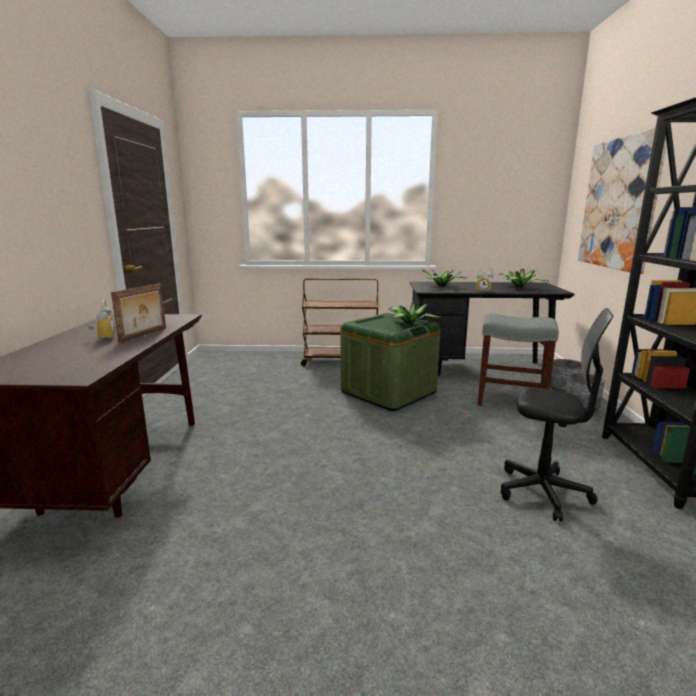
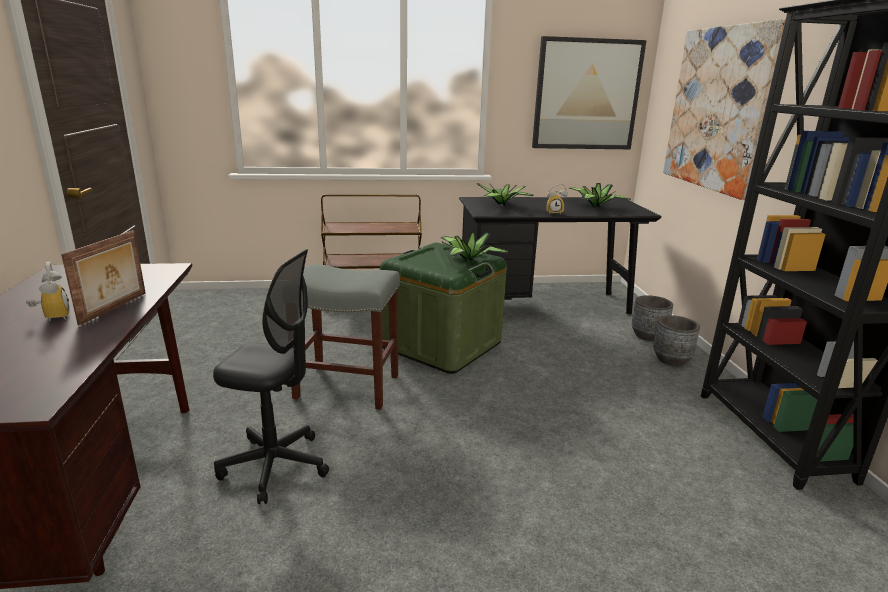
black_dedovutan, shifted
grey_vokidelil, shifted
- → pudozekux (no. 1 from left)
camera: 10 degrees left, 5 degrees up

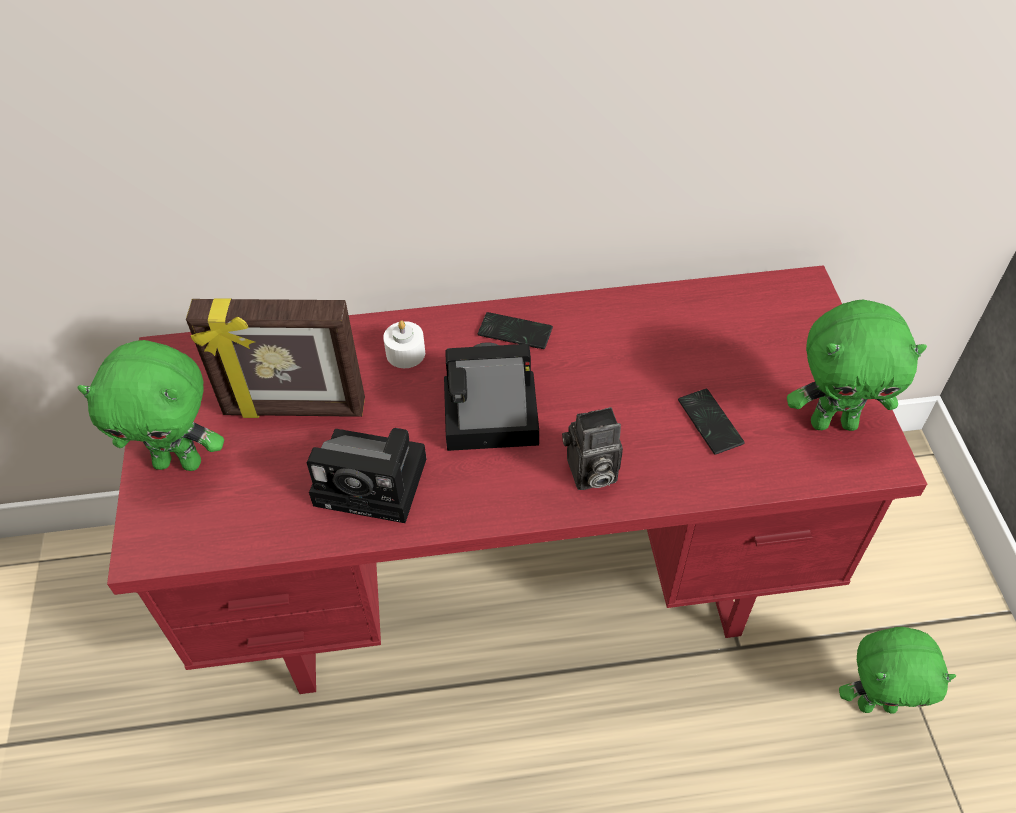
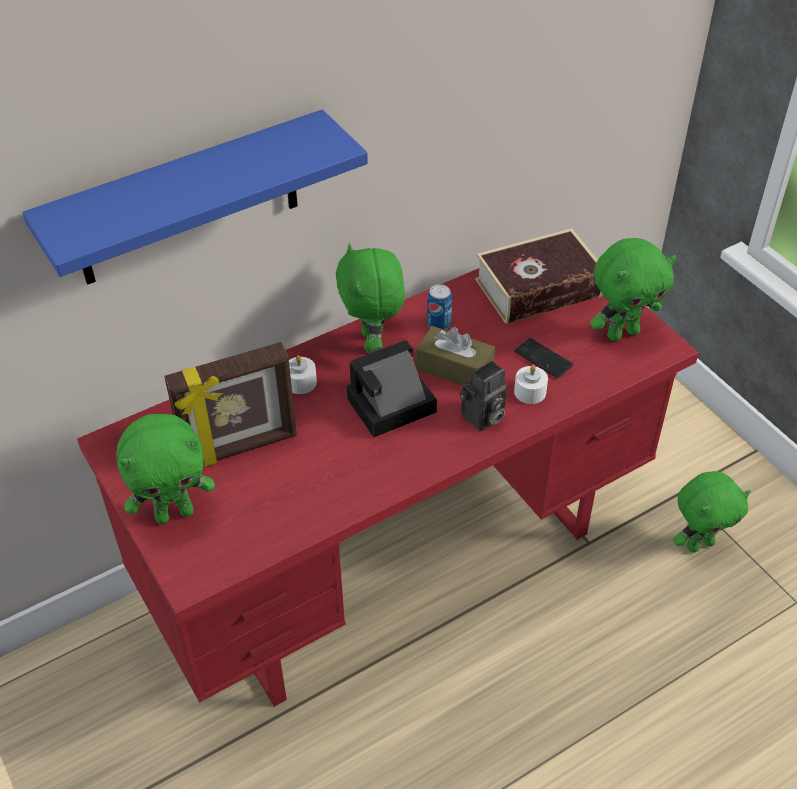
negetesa (no. 1 from left) → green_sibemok (no. 2 from left)
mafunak (no. 1 from left) → -
- → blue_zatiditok
- → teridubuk
- → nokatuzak
- → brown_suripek
- → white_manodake (no. 2 from left)
camera: 25 degrees left, 5 degrees down

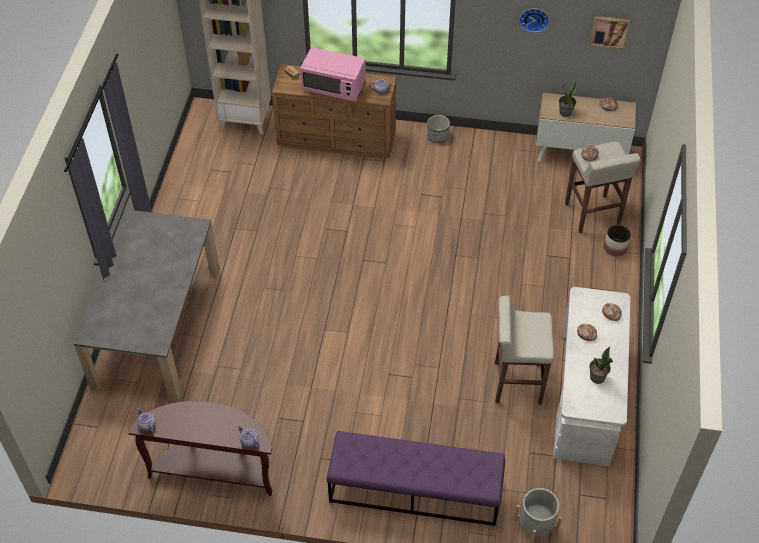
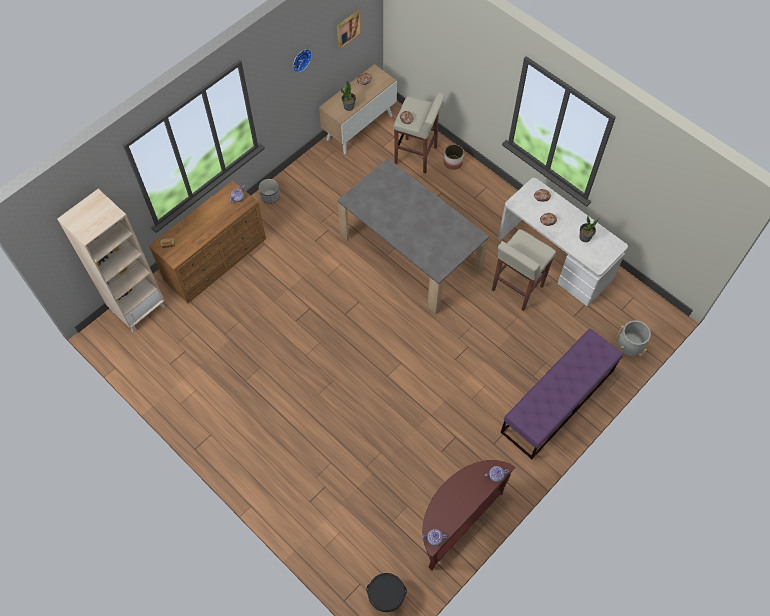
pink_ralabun → -
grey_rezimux, shifted
- → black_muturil
camera: 55 degrees left, 10 degrees up

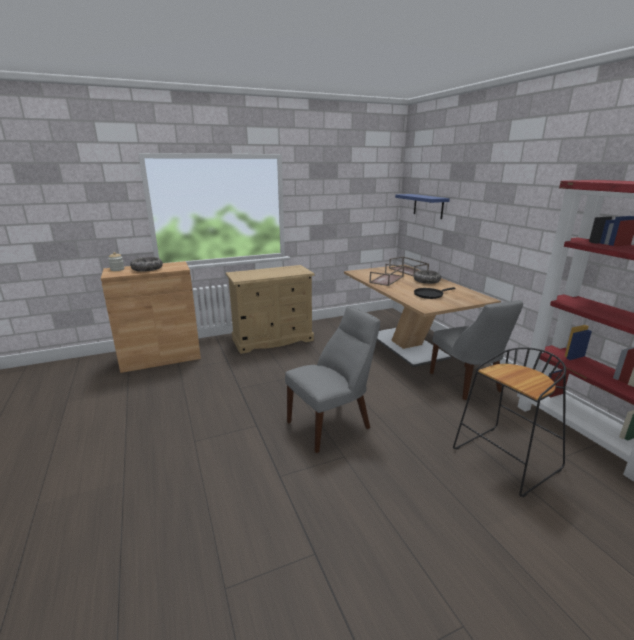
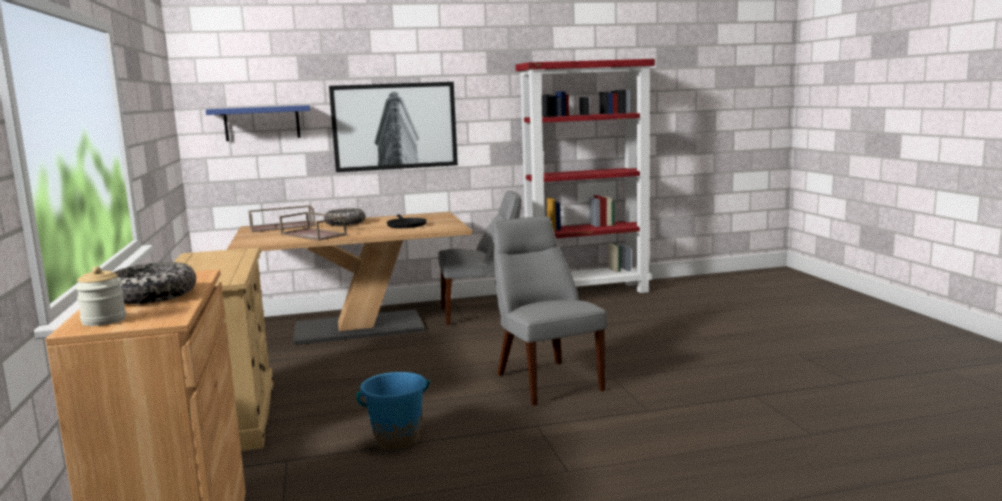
black_vokidelil → -
- → pudozekux
- → blue_muturil
camera: 80 degrees left, 10 degrees down

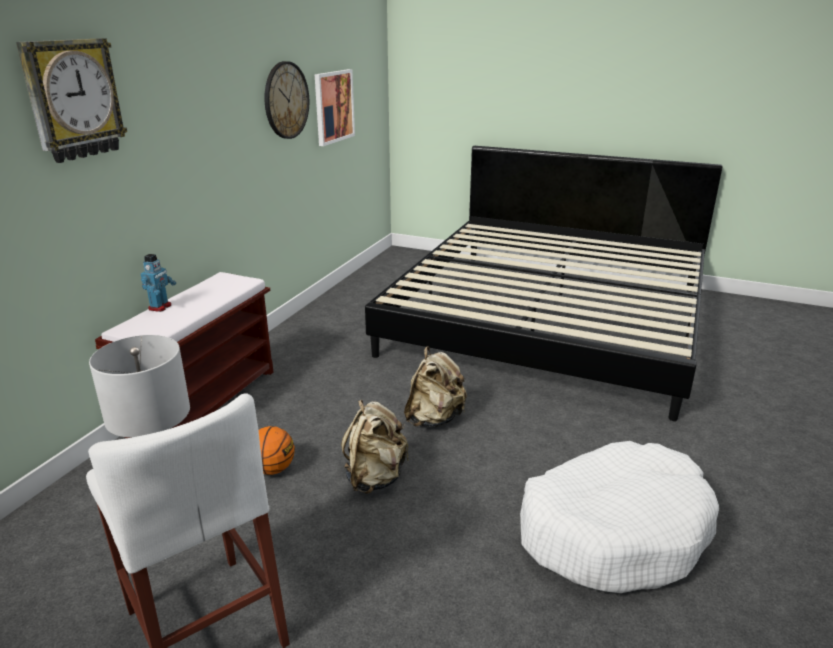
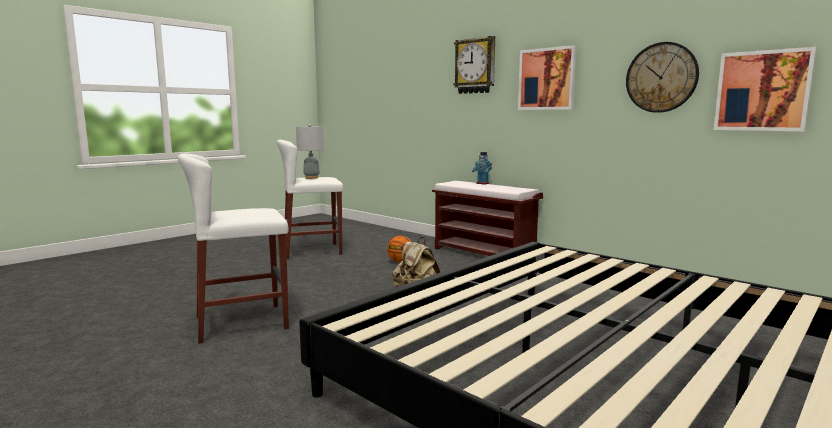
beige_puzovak (no. 1 from left) → -
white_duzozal → white_vokidelil (no. 1 from left)
- → pudozekux (no. 1 from left)
camera: 110 degrees right, 15 degrees down

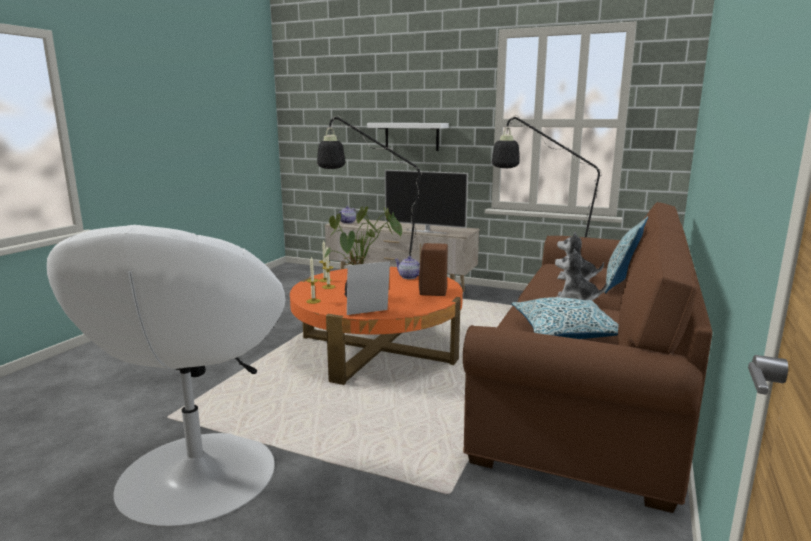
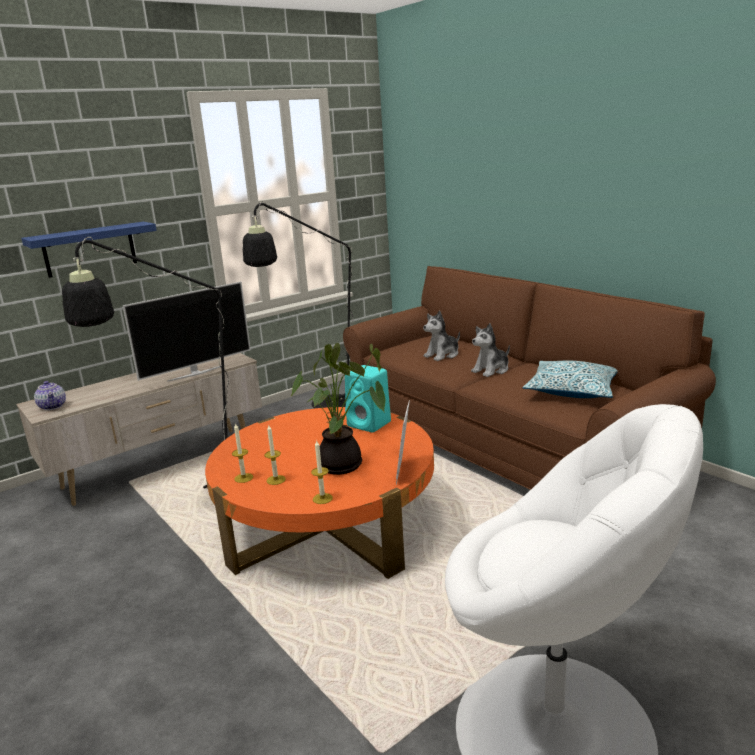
white_zatiditok → blue_zatiditok
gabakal (no. 2 from left) → -
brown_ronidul → turquoise_ronidul
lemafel (no. 2 from left) → -
camera: 60 degrees left, 5 degrees up

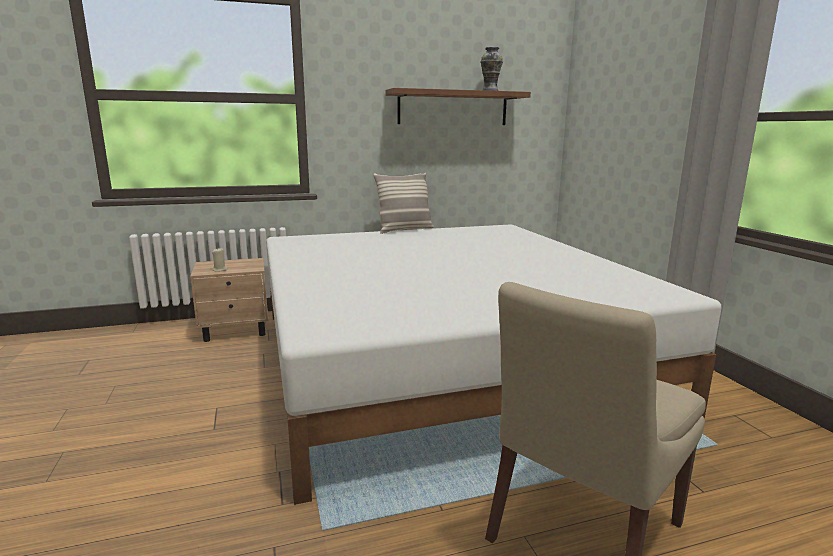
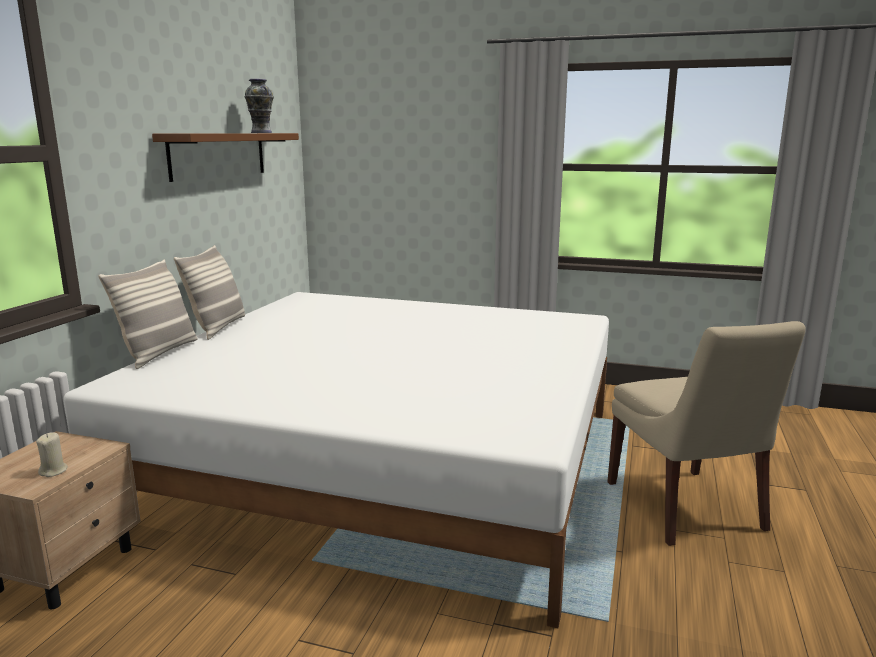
- → gabakal (no. 1 from left)
camera: 55 degrees left, 0 degrees up

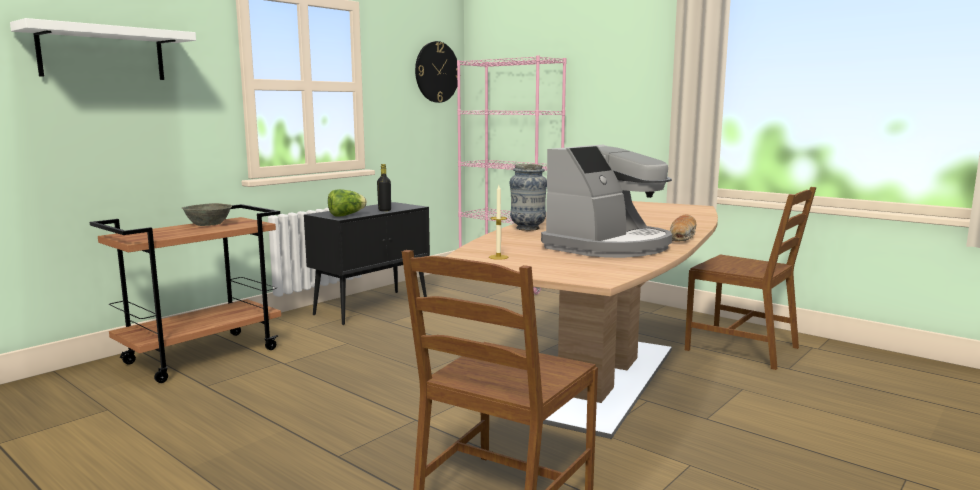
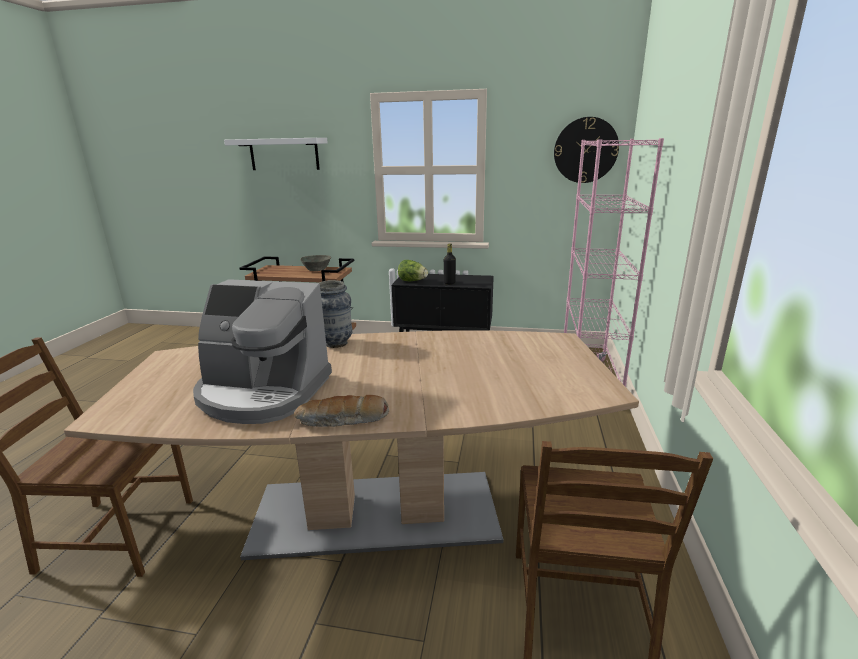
manodake → -
camera: 60 degrees right, 10 degrees up

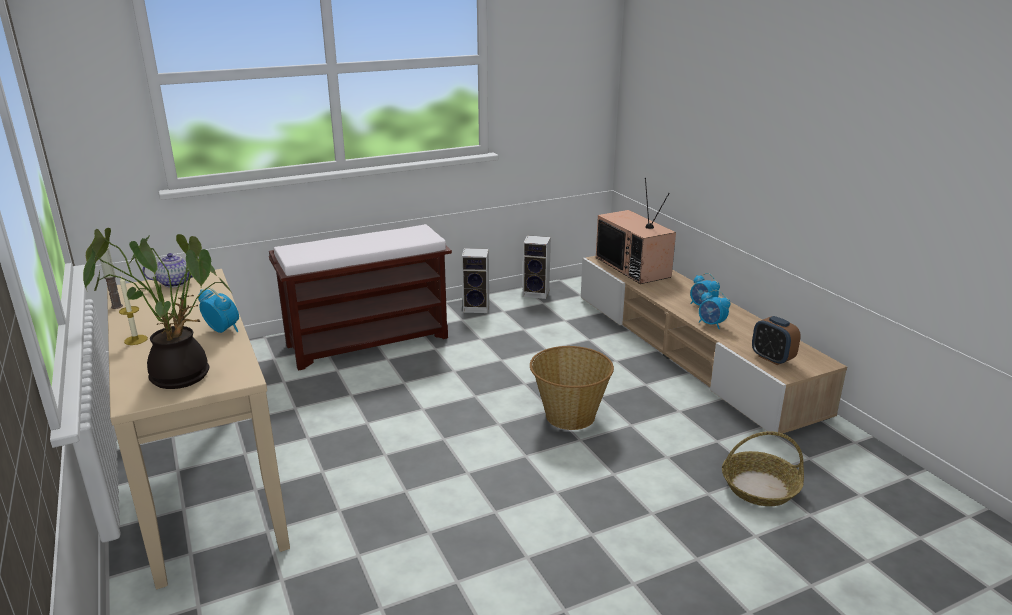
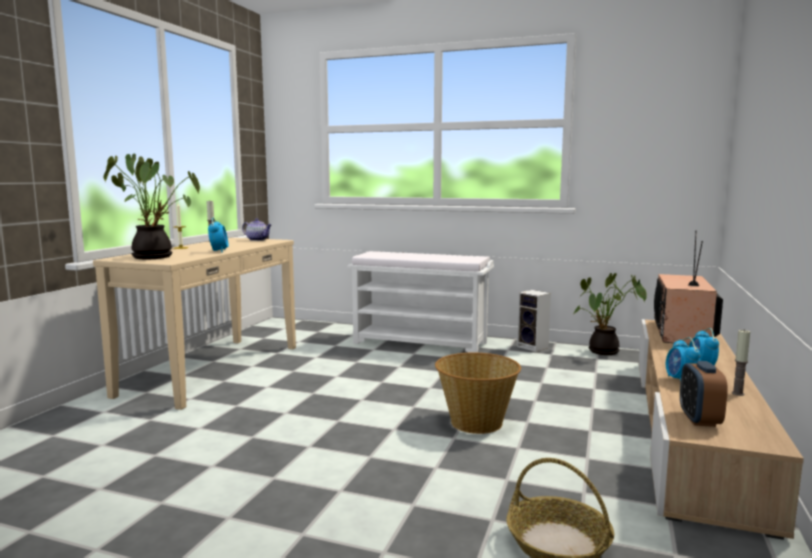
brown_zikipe → white_zikipe
ronidul (no. 2 from left) → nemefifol (no. 2 from left)
- → manodake (no. 3 from left)
camera: 45 degrees right, 15 degrees down

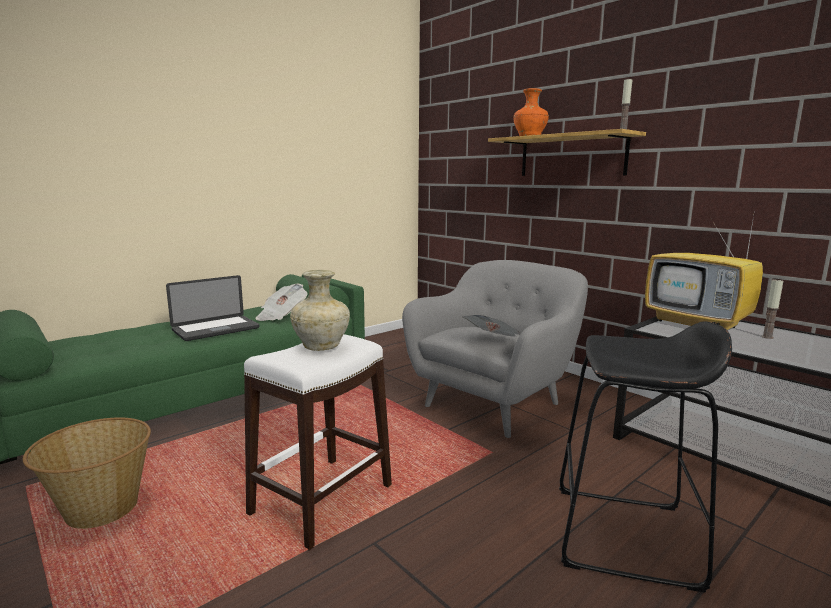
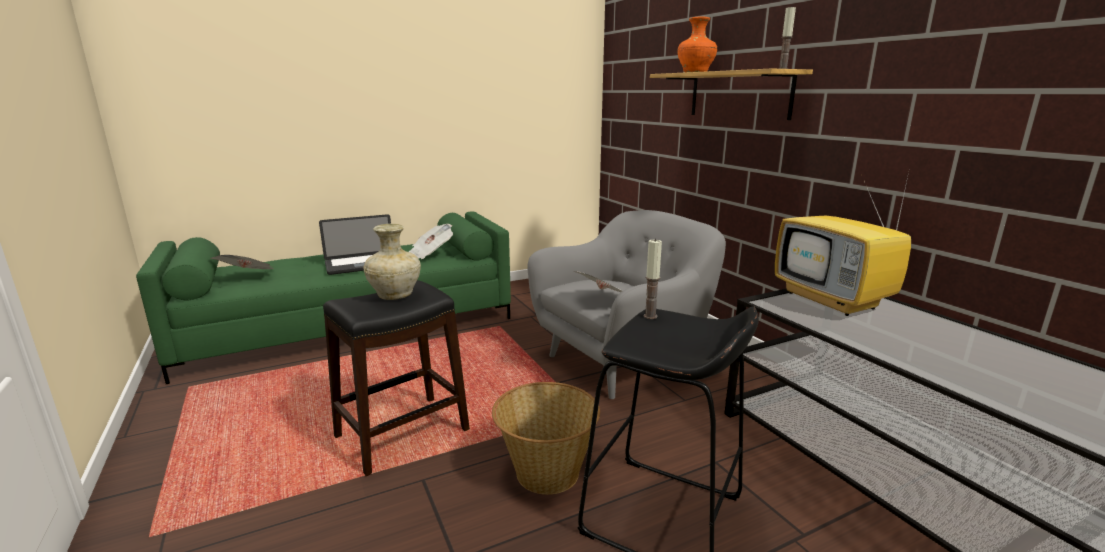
manodake (no. 2 from left in the first image) → manodake (no. 1 from left), shifted
white_vokidelil → black_vokidelil (no. 1 from left)
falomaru, shifted
- → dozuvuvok (no. 1 from left)
camera: 15 degrees right, 5 degrees up

